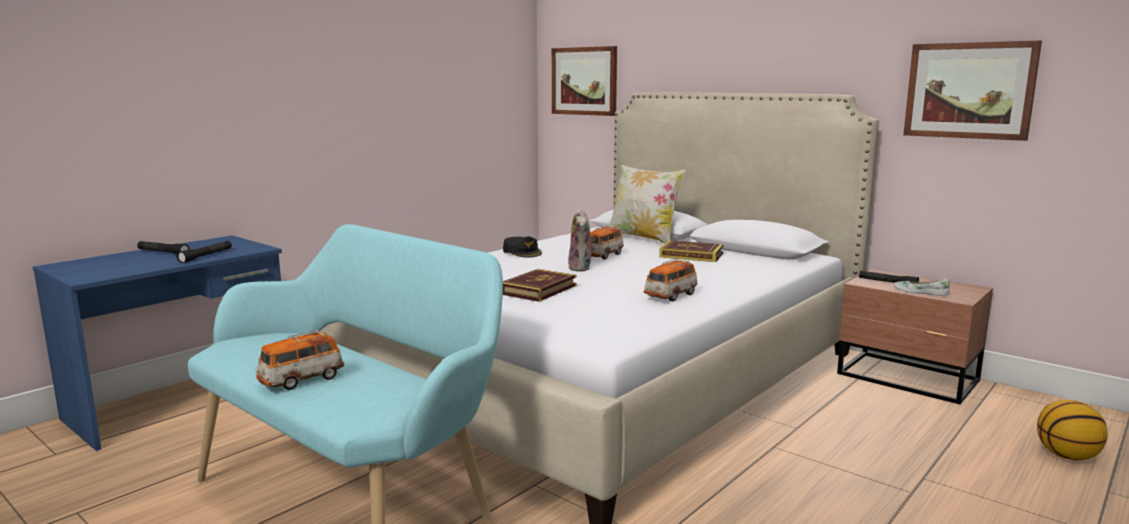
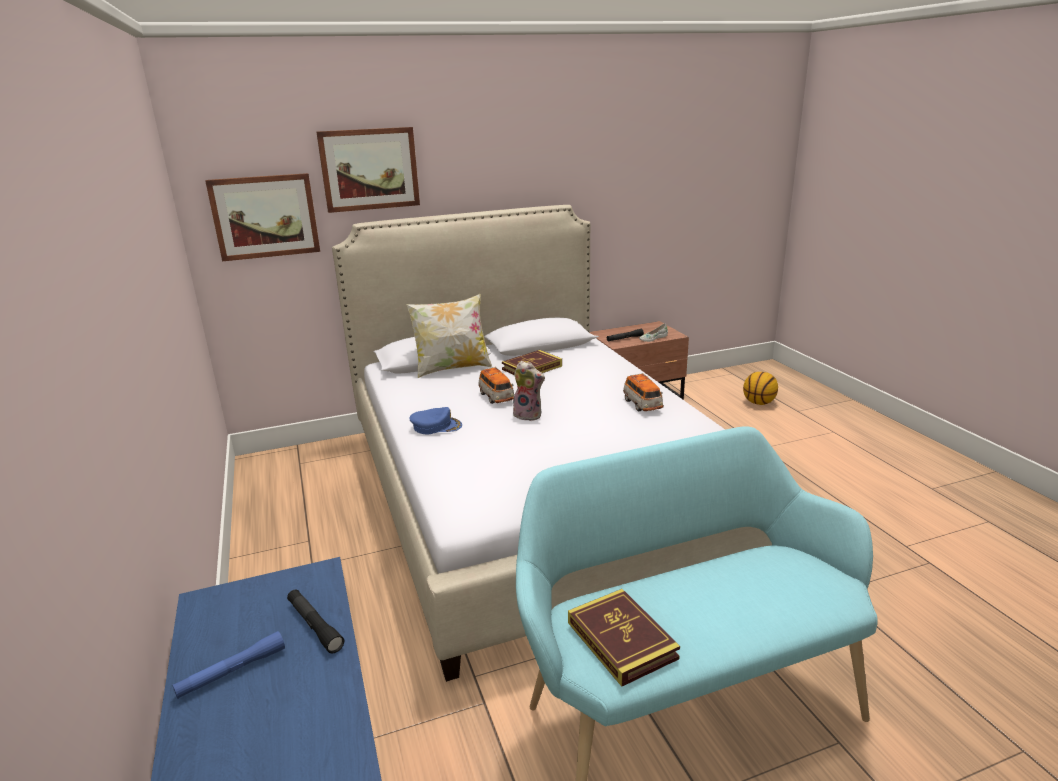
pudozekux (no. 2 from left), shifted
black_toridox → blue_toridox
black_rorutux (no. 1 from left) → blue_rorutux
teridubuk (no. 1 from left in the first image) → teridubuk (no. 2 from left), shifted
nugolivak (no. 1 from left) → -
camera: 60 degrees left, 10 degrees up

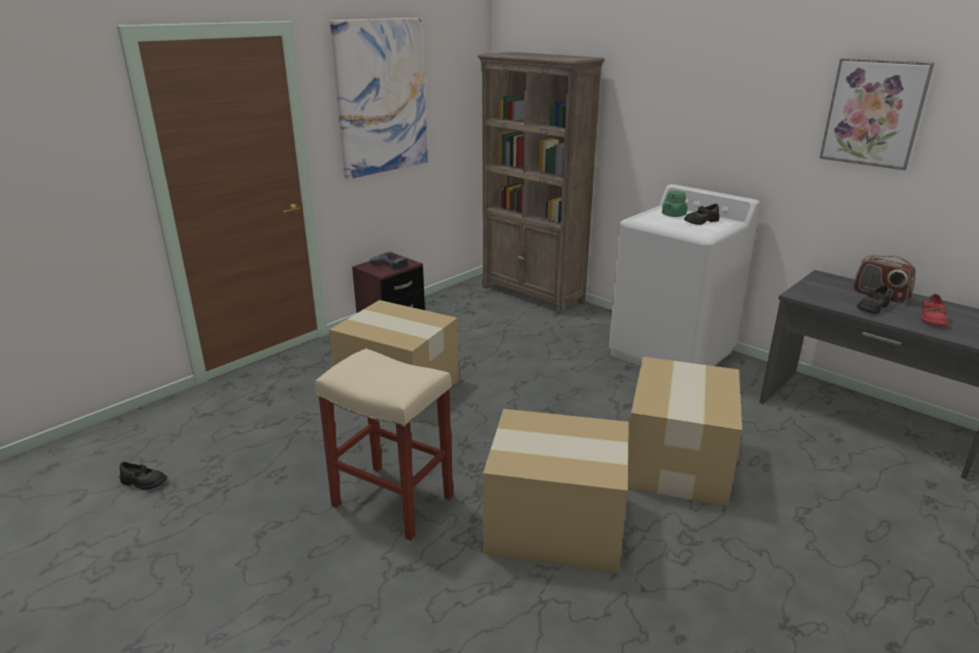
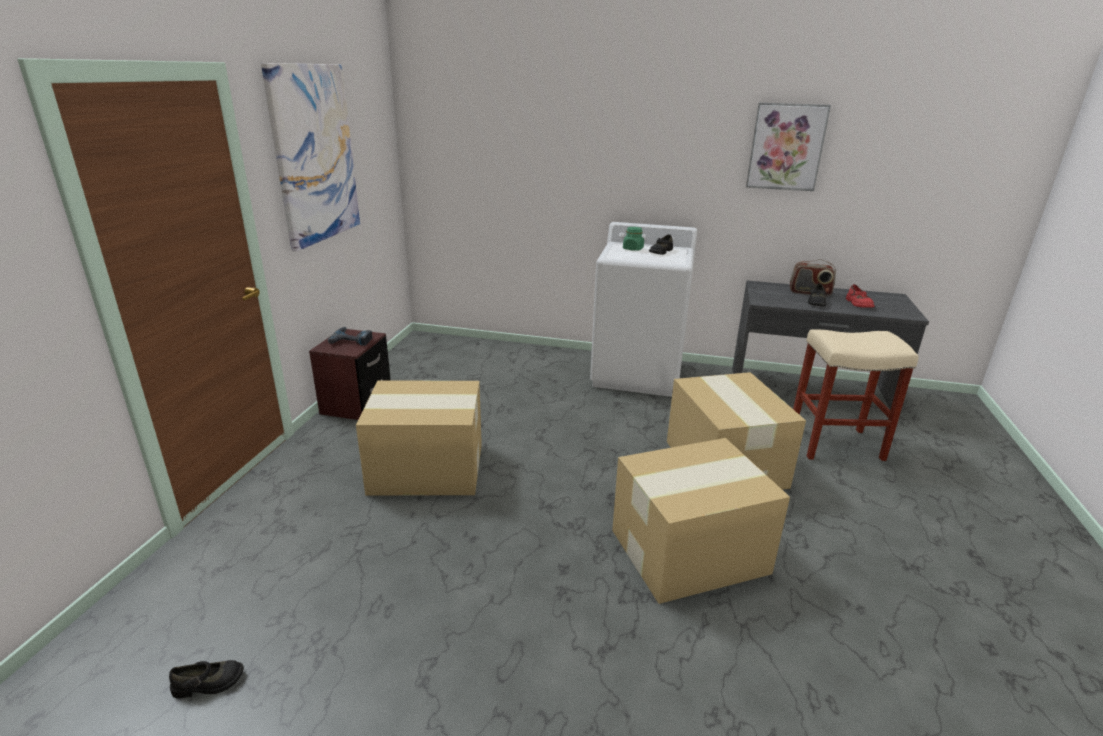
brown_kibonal → -
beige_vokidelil, shifted
camera: 30 degrees left, 0 degrees up

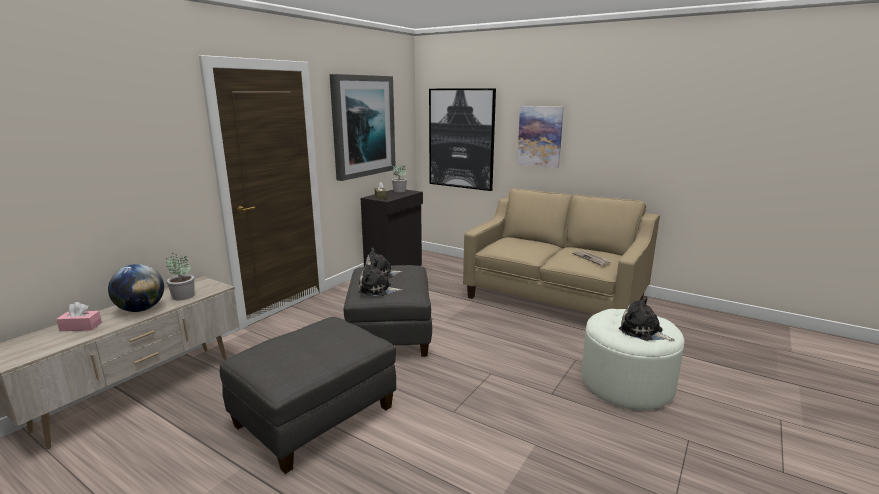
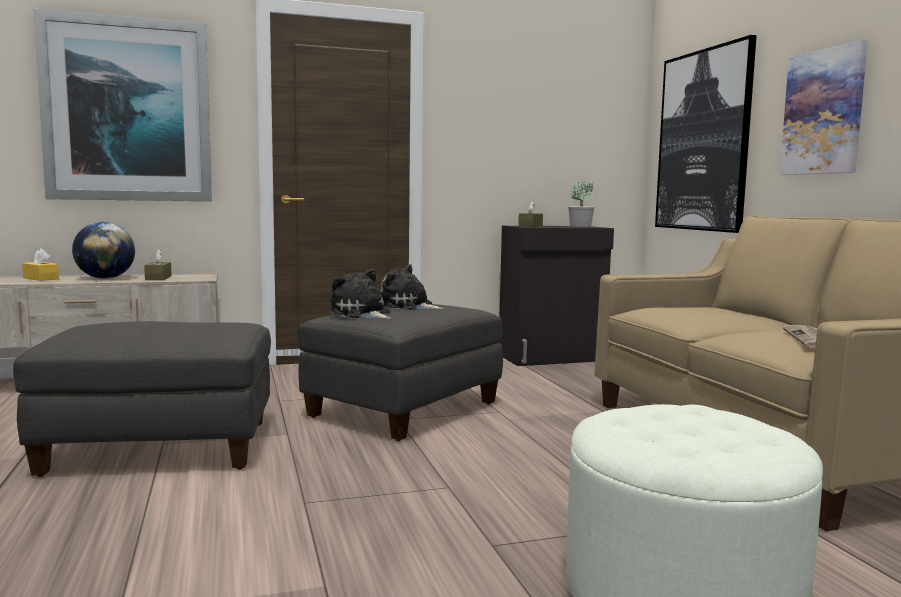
pudozekux (no. 1 from left), shifted
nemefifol (no. 1 from left) → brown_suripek (no. 1 from left)
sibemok (no. 3 from left) → -
pink_suripek → yellow_suripek
camera: 40 degrees right, 10 degrees down

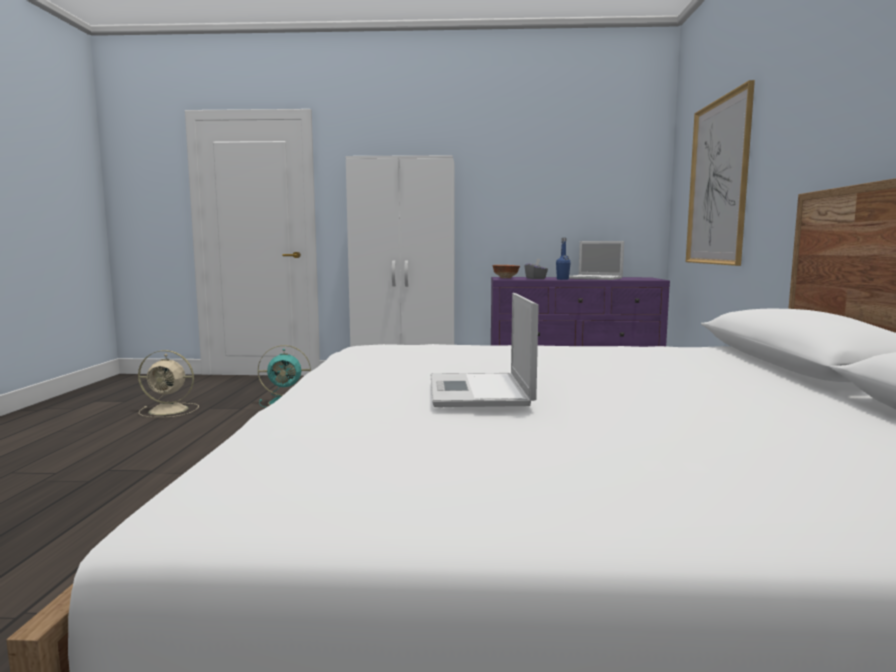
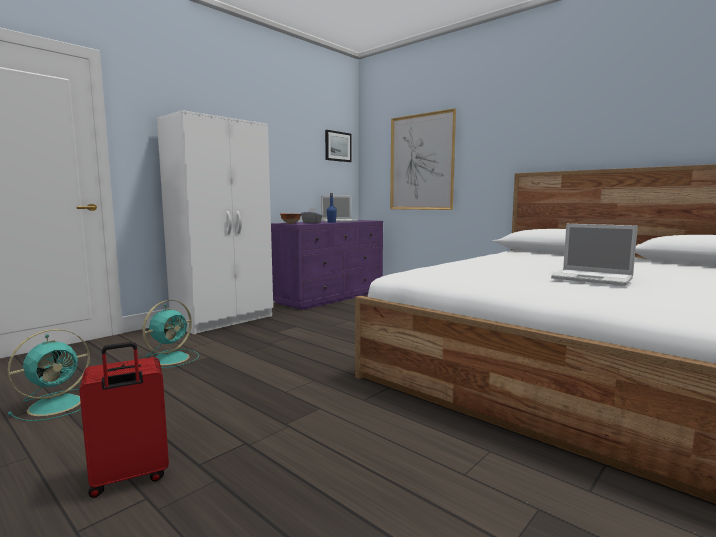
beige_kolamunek → turquoise_kolamunek (no. 1 from left)
- → pudozekux (no. 1 from left)
- → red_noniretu
camera: 50 degrees left, 0 degrees up

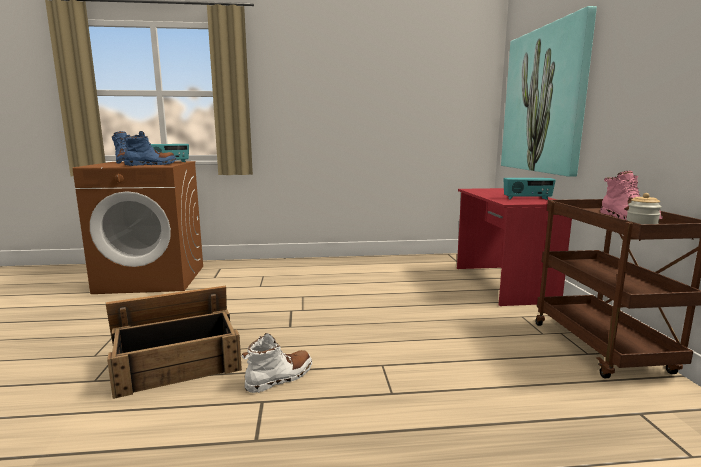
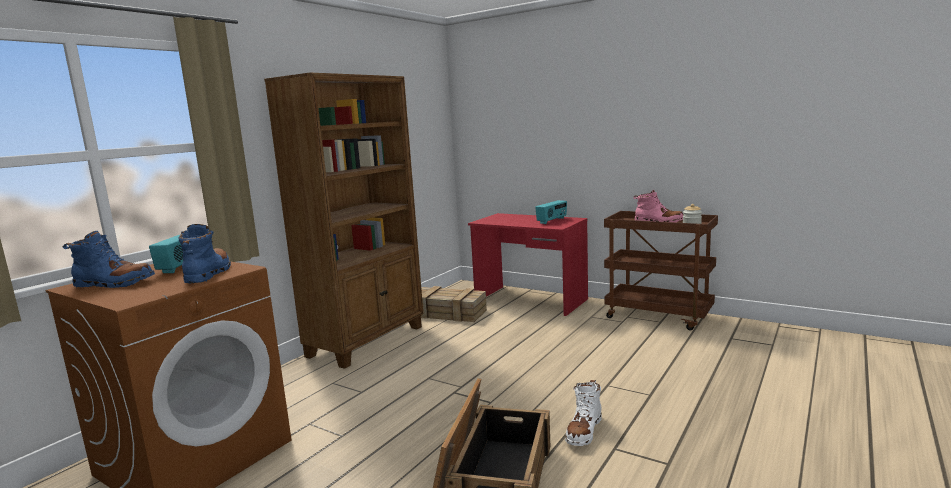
pudozekux → -
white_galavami, 150 degrees counterclockwise
- → brown_kibonal
- → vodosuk (no. 1 from left)
camera: 50 degrees left, 0 degrees up

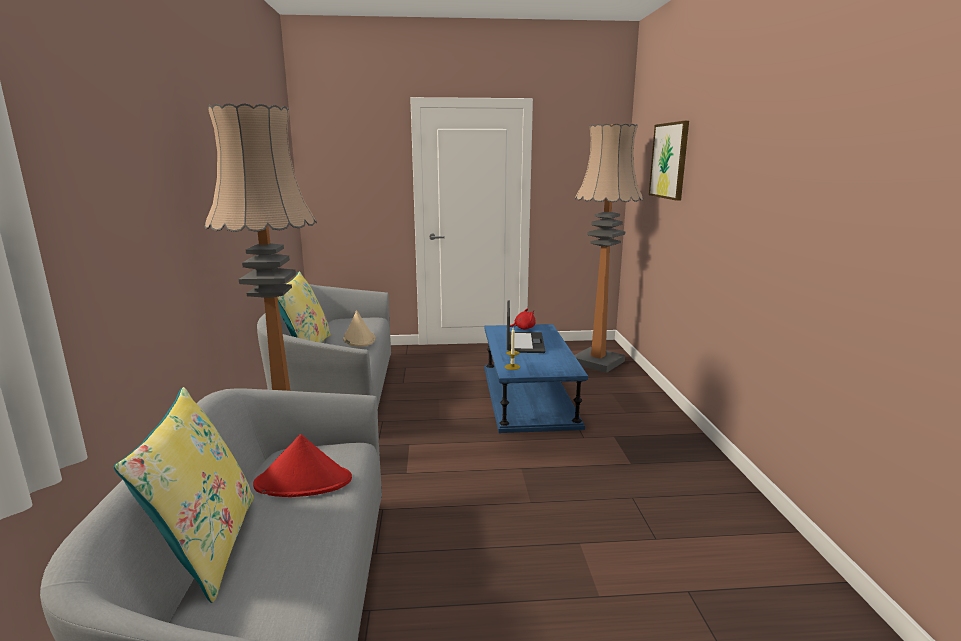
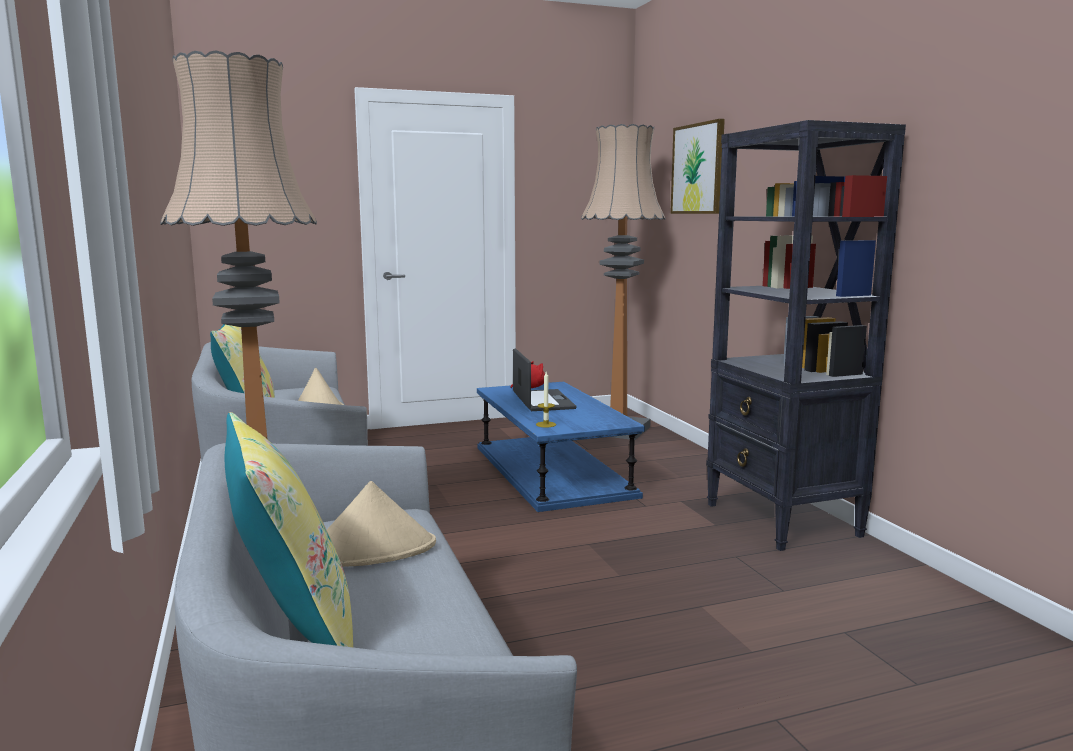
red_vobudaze → beige_vobudaze (no. 2 from left)
- → black_kibonal
camera: 15 degrees left, 5 degrees down

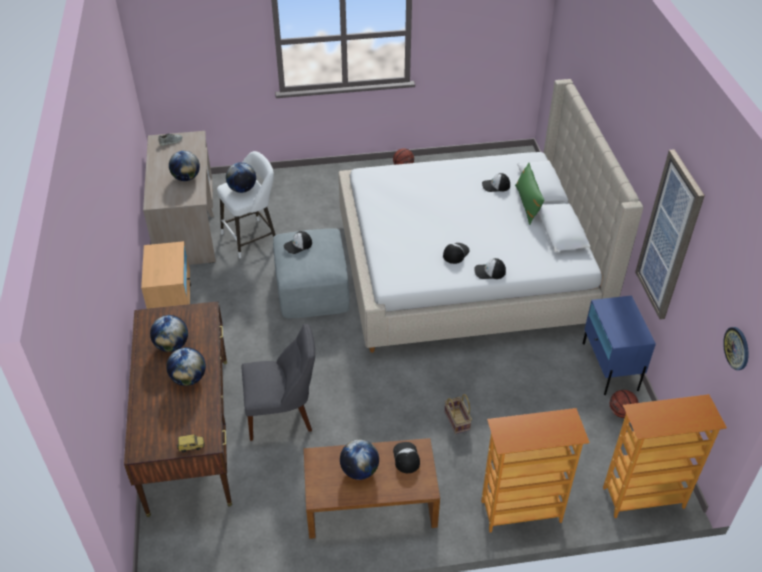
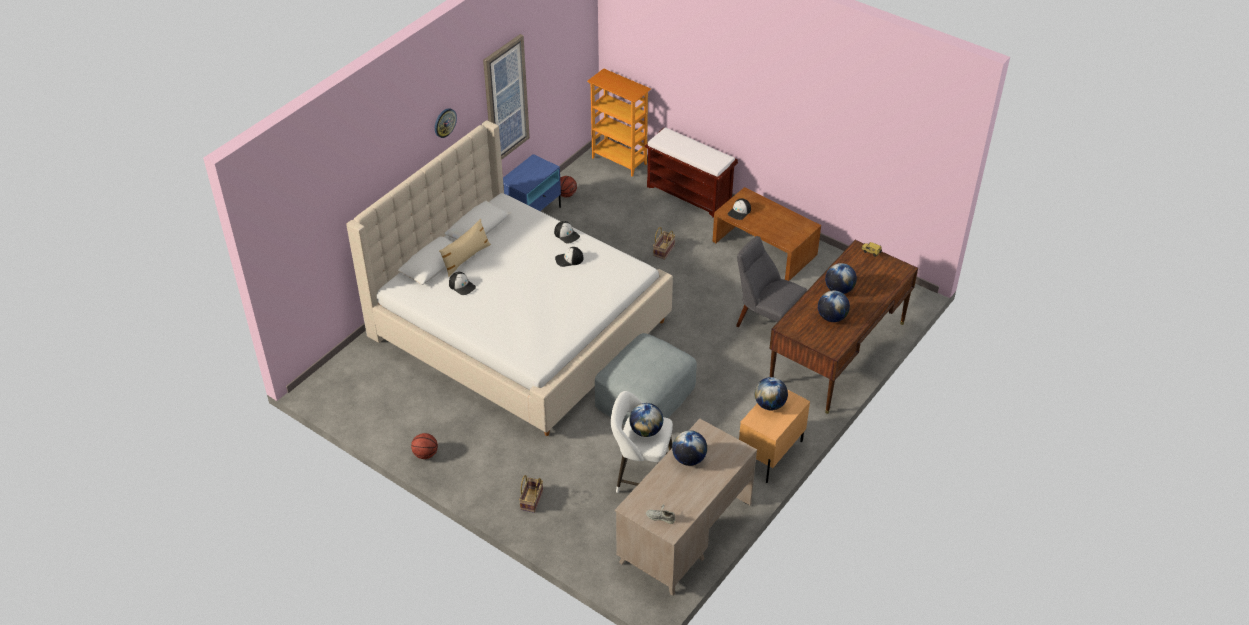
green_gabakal → beige_gabakal
toridox (no. 1 from left) → -
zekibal, shifted
kibonal (no. 1 from left) → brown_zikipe
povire (no. 5 from left in the first image) → povire (no. 3 from left), shifted
- → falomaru (no. 1 from left)
camera: 135 degrees left, 0 degrees up

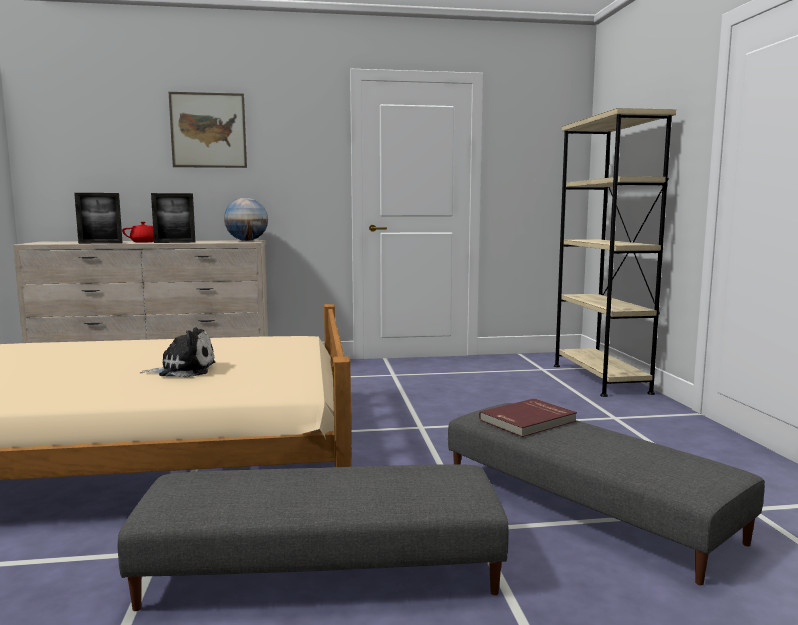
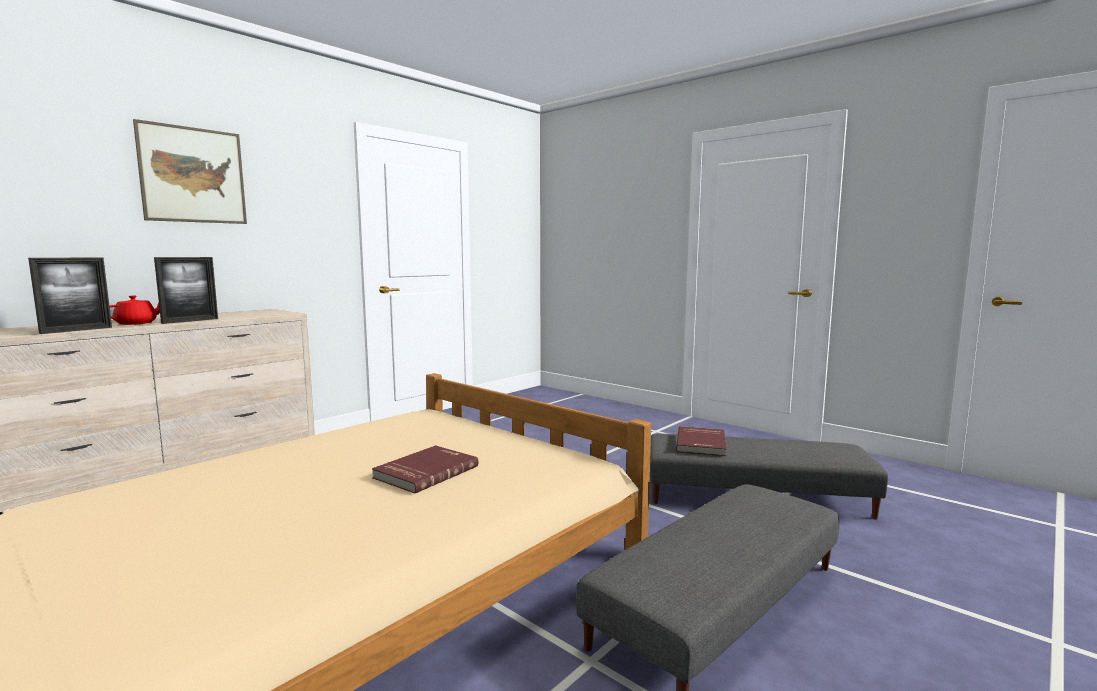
beige_kibonal → -
povire → -
sibemok → red_teridubuk (no. 1 from left)
camera: 40 degrees left, 0 degrees up

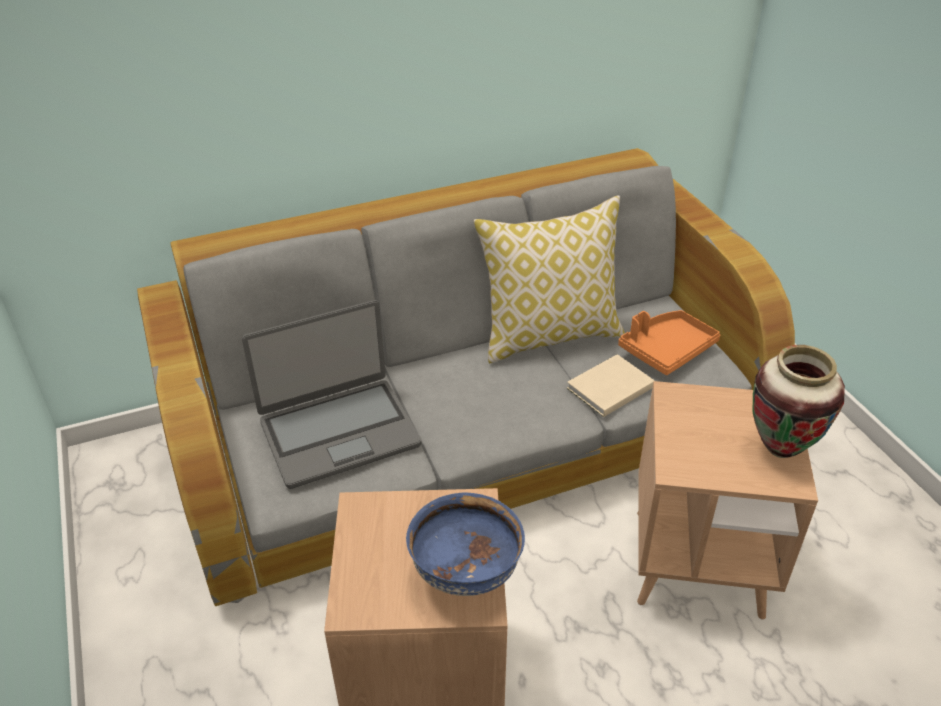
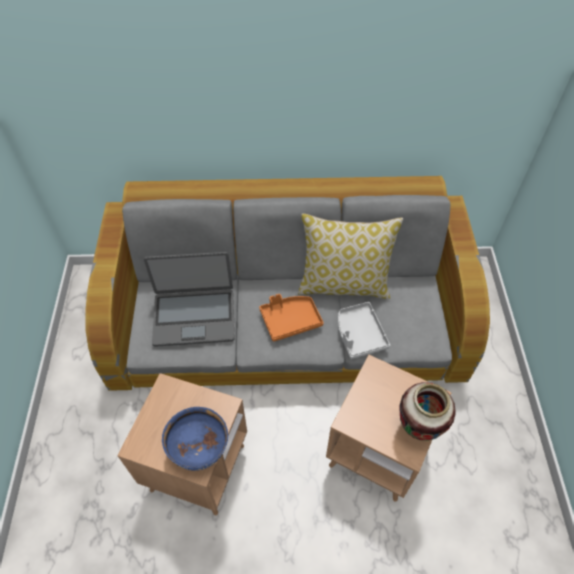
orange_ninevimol, shifted
beige_teridubuk → grey_ninevimol
camera: 20 degrees right, 15 degrees up

